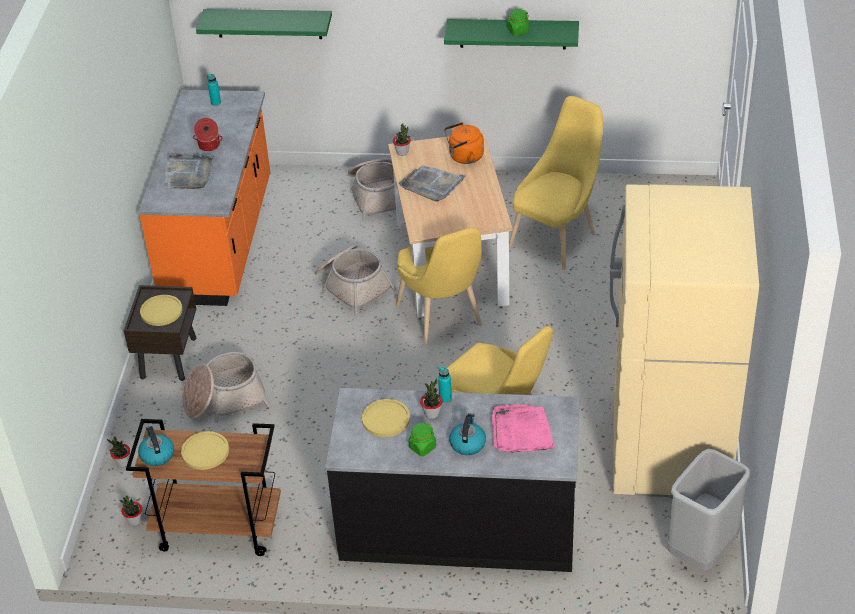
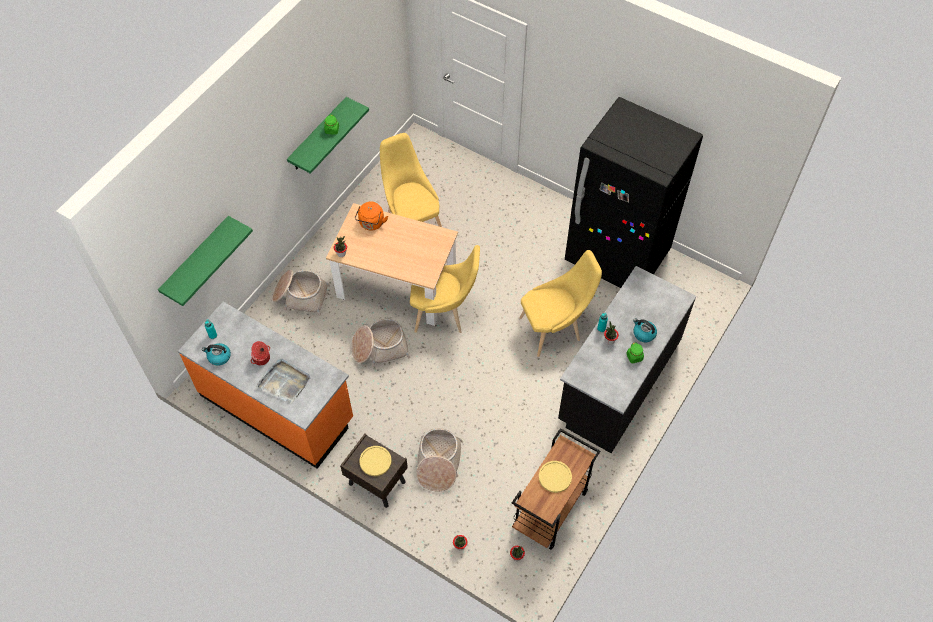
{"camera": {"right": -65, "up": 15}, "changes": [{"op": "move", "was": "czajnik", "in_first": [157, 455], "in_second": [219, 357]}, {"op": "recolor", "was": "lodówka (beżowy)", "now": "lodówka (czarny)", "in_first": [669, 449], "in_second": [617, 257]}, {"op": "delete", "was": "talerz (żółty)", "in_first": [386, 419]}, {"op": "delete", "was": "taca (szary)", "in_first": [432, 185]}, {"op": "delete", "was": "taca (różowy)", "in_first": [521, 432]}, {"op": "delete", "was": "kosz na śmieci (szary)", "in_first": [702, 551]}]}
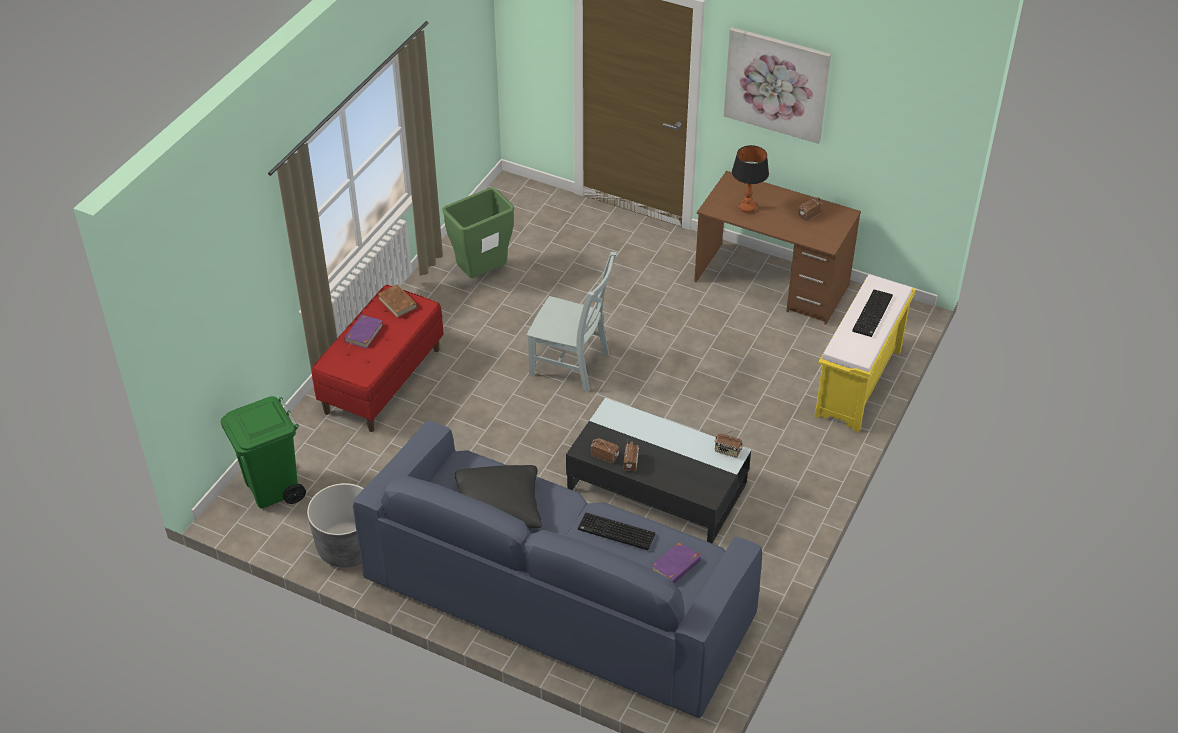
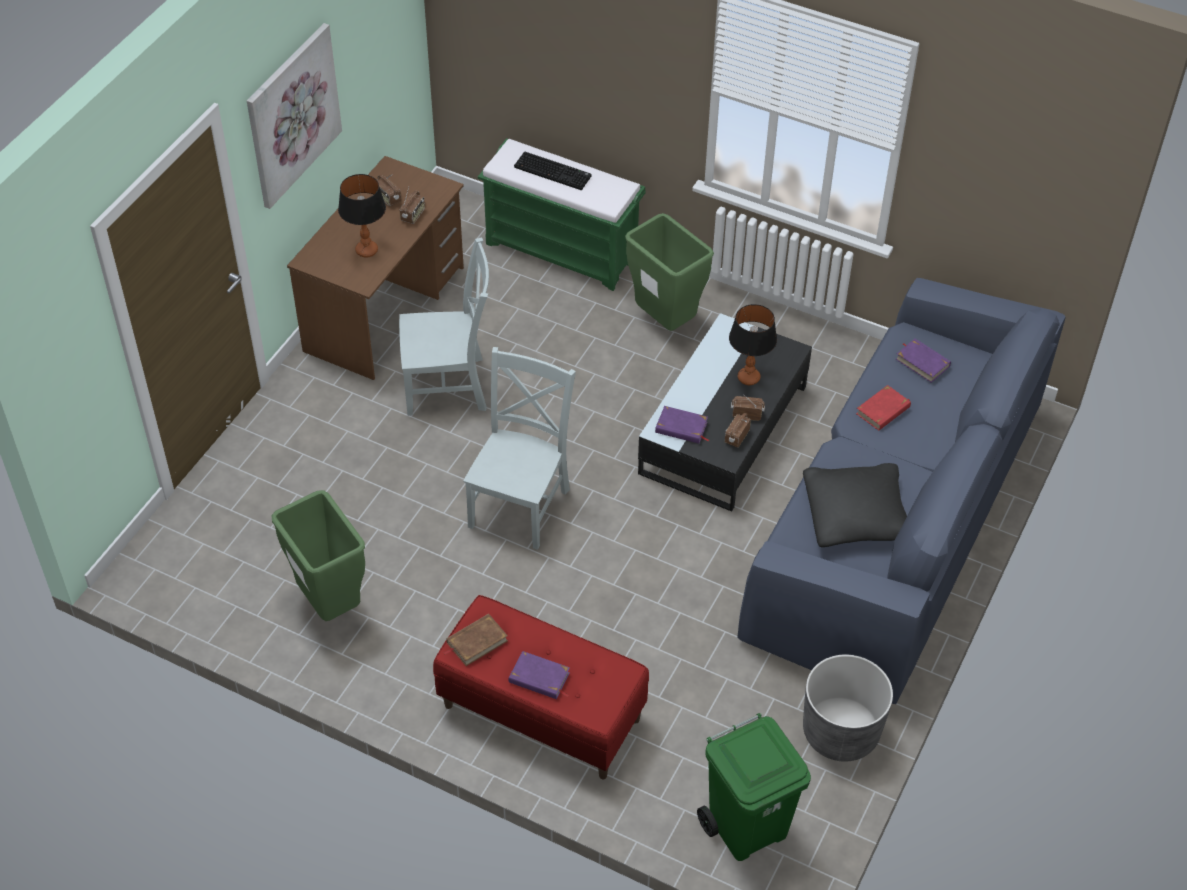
{"camera": {"right": -90, "up": 5}, "changes": [{"op": "insert", "now": "krzesło (szary)", "in_second": [450, 386]}, {"op": "move", "was": "radio", "in_first": [727, 451], "in_second": [413, 215]}, {"op": "recolor", "was": "ławka (żółty)", "now": "ławka (zielony)", "in_first": [858, 384], "in_second": [563, 251]}, {"op": "insert", "now": "kosz na śmieci (zielony)", "in_second": [665, 322]}, {"op": "insert", "now": "książka (fioletowy)", "in_second": [681, 428]}, {"op": "insert", "now": "lampa stołowa", "in_second": [748, 378]}, {"op": "replace", "was": "klawiatura", "now": "książka (czerwony)", "in_first": [615, 533], "in_second": [883, 410]}]}
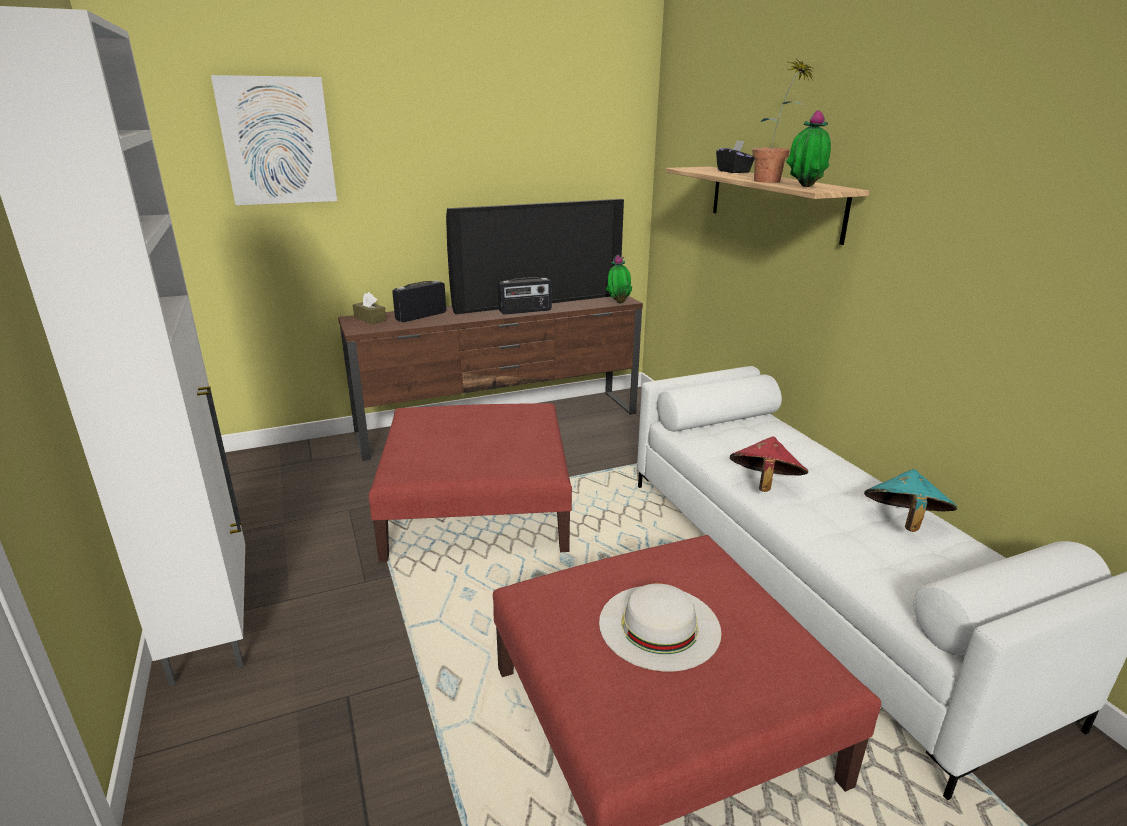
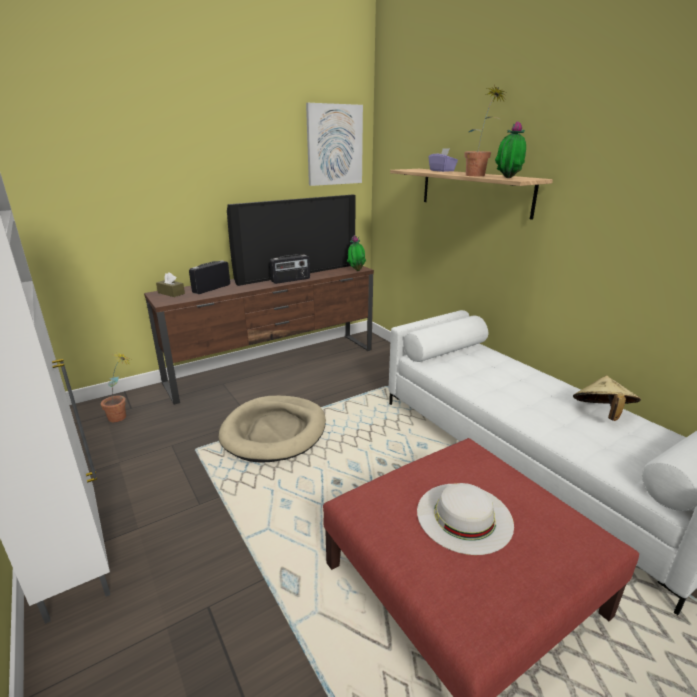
{"camera": {"right": -10, "up": 0}, "changes": [{"op": "insert", "now": "roślina doniczkowa", "in_second": [123, 417]}, {"op": "replace", "was": "pufa (czerwony)", "now": "legowisko (beżowy)", "in_first": [478, 506], "in_second": [274, 431]}, {"op": "move", "was": "obraz", "in_first": [277, 141], "in_second": [334, 145]}, {"op": "recolor", "was": "pudełko chusteczek (czarny)", "now": "pudełko chusteczek (fioletowy)", "in_first": [733, 171], "in_second": [442, 171]}, {"op": "recolor", "was": "kapelusz (turkusowy)", "now": "kapelusz (beżowy)", "in_first": [903, 522], "in_second": [601, 414]}, {"op": "delete", "was": "kapelusz (czerwony)", "in_first": [764, 485]}]}
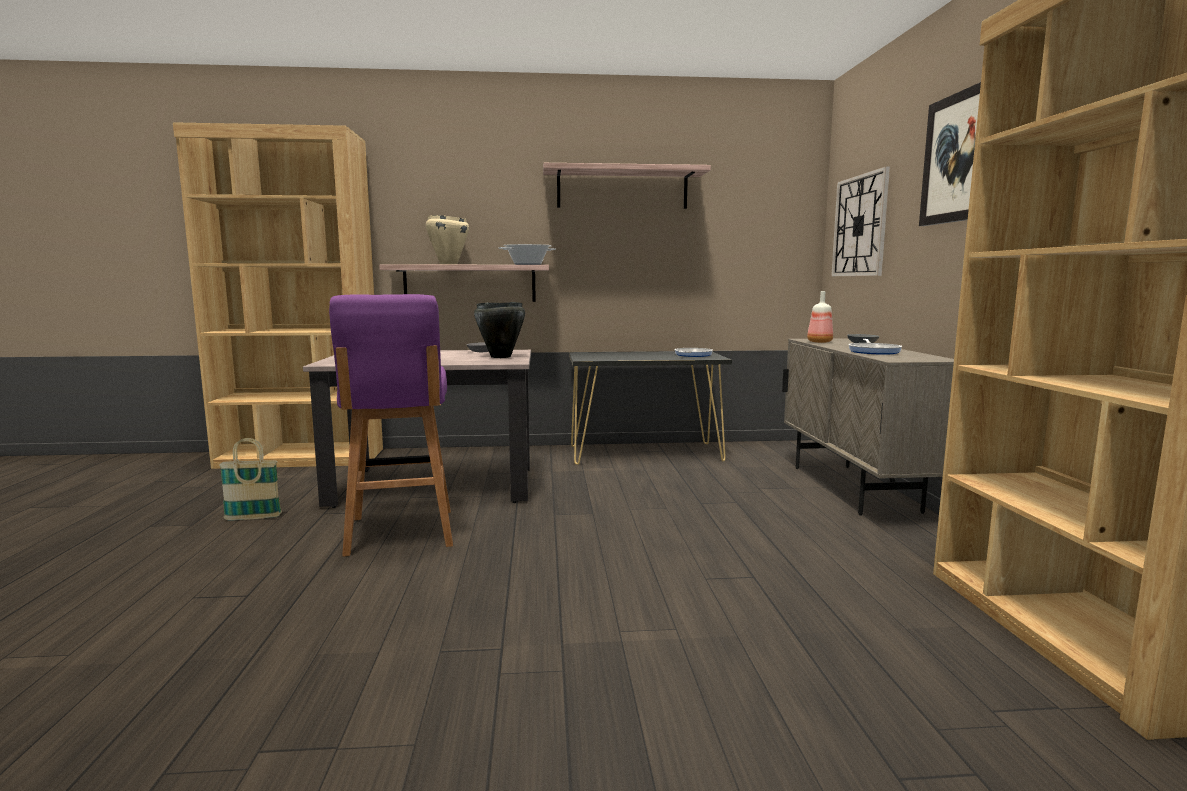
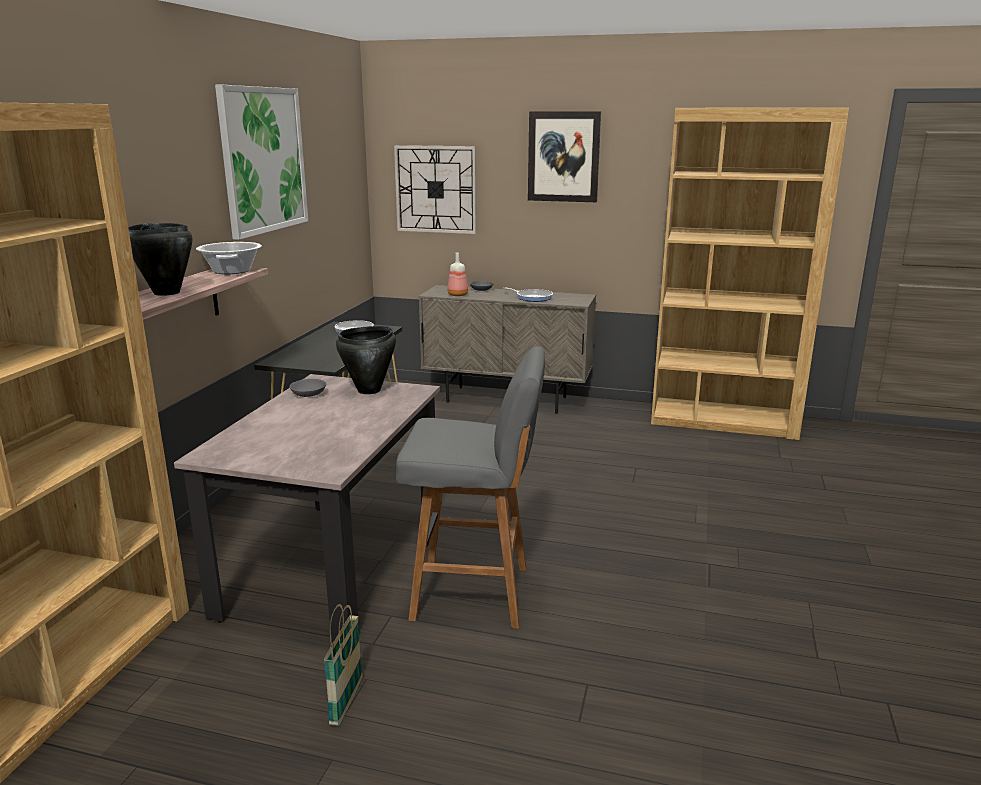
{"camera": {"right": -70, "up": 10}, "changes": [{"op": "recolor", "was": "garnek (beżowy)", "now": "garnek (czarny)", "in_first": [448, 264], "in_second": [166, 293]}, {"op": "replace", "was": "półka", "now": "obraz", "in_first": [622, 189], "in_second": [263, 160]}, {"op": "recolor", "was": "stołek (fioletowy)", "now": "stołek (szary)", "in_first": [400, 533], "in_second": [474, 593]}]}
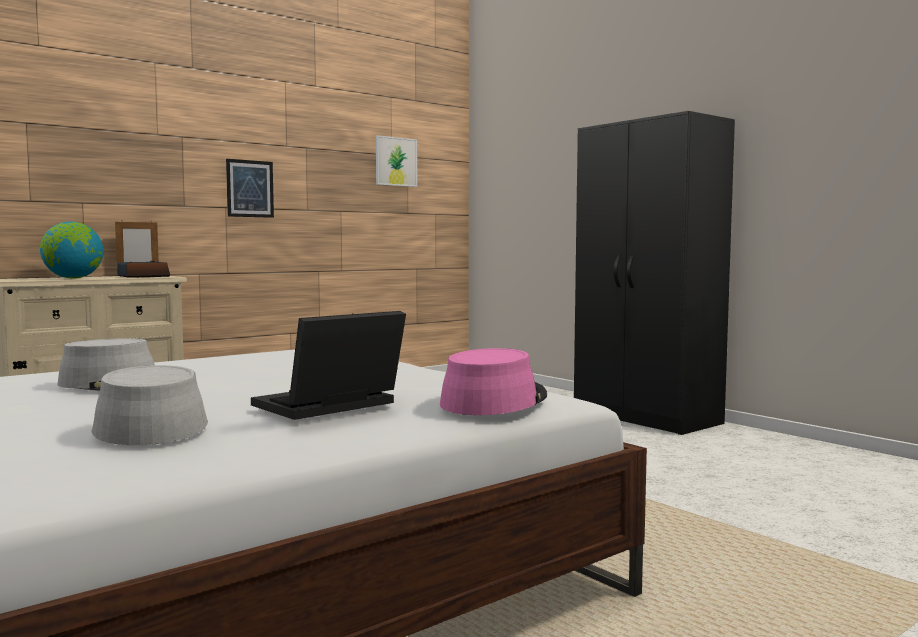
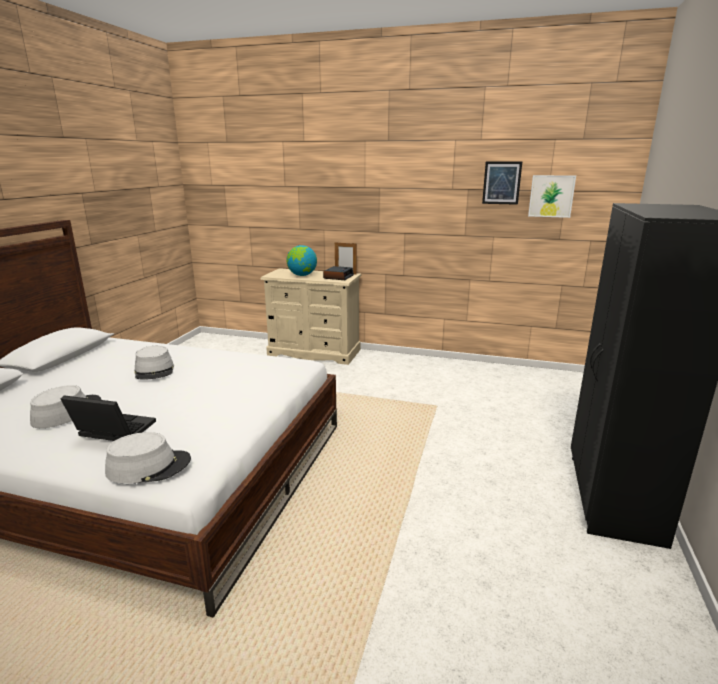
{"camera": {"right": 55, "up": 15}, "changes": [{"op": "recolor", "was": "kapelusz (różowy)", "now": "kapelusz (szary)", "in_first": [494, 400], "in_second": [149, 466]}, {"op": "move", "was": "obraz", "in_first": [250, 188], "in_second": [501, 183]}]}
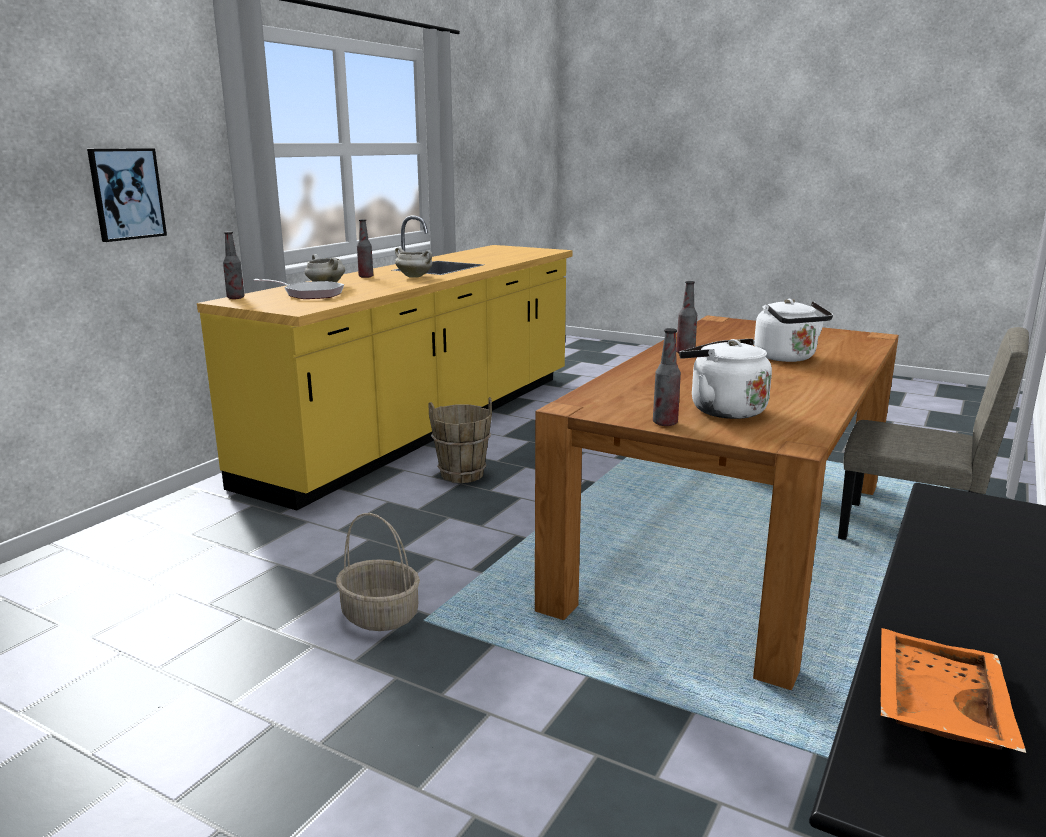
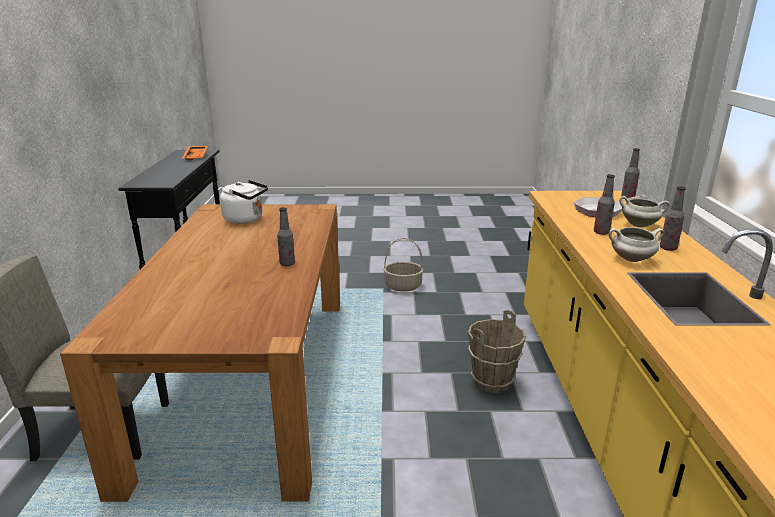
{"camera": {"right": 150, "up": 5}, "changes": [{"op": "move", "was": "butelka", "in_first": [665, 423], "in_second": [601, 232]}, {"op": "delete", "was": "obraz", "in_first": [126, 194]}, {"op": "delete", "was": "czajnik (biały)", "in_first": [787, 358]}]}
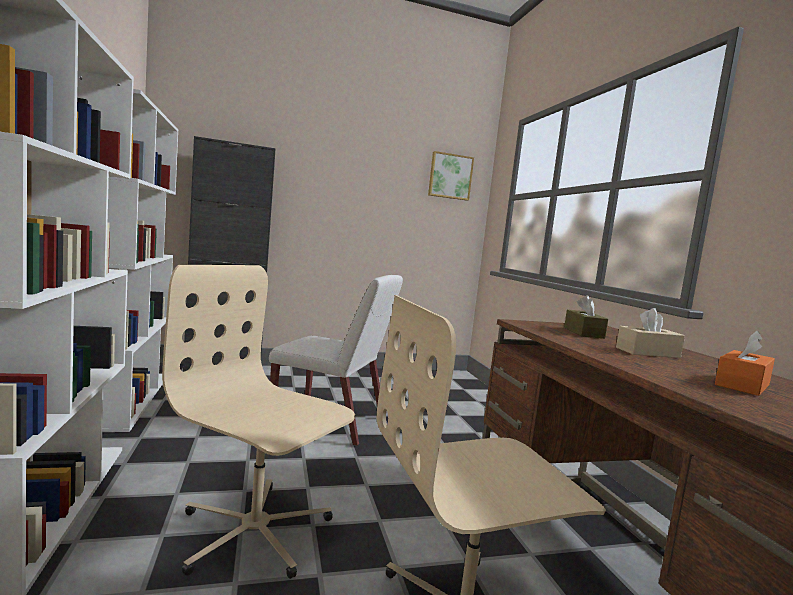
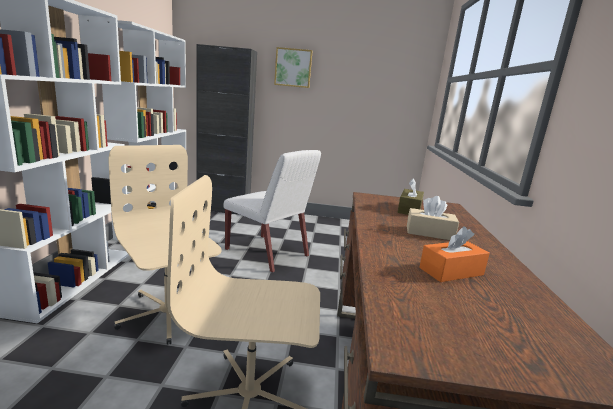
{"camera": {"right": 20, "up": 10}, "changes": [{"op": "move", "was": "obraz", "in_first": [450, 176], "in_second": [293, 68]}]}
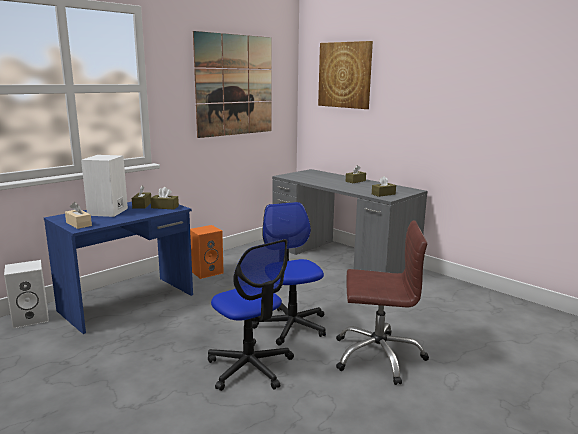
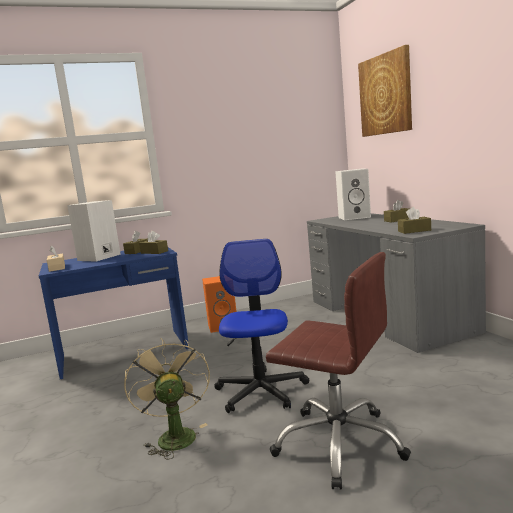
{"camera": {"right": 25, "up": -5}, "changes": [{"op": "replace", "was": "krzesło biurowe", "now": "wentylator (beżowy)", "in_first": [250, 367], "in_second": [174, 435]}, {"op": "move", "was": "głośnik (biały)", "in_first": [32, 318], "in_second": [355, 217]}, {"op": "delete", "was": "obraz", "in_first": [234, 85]}]}
